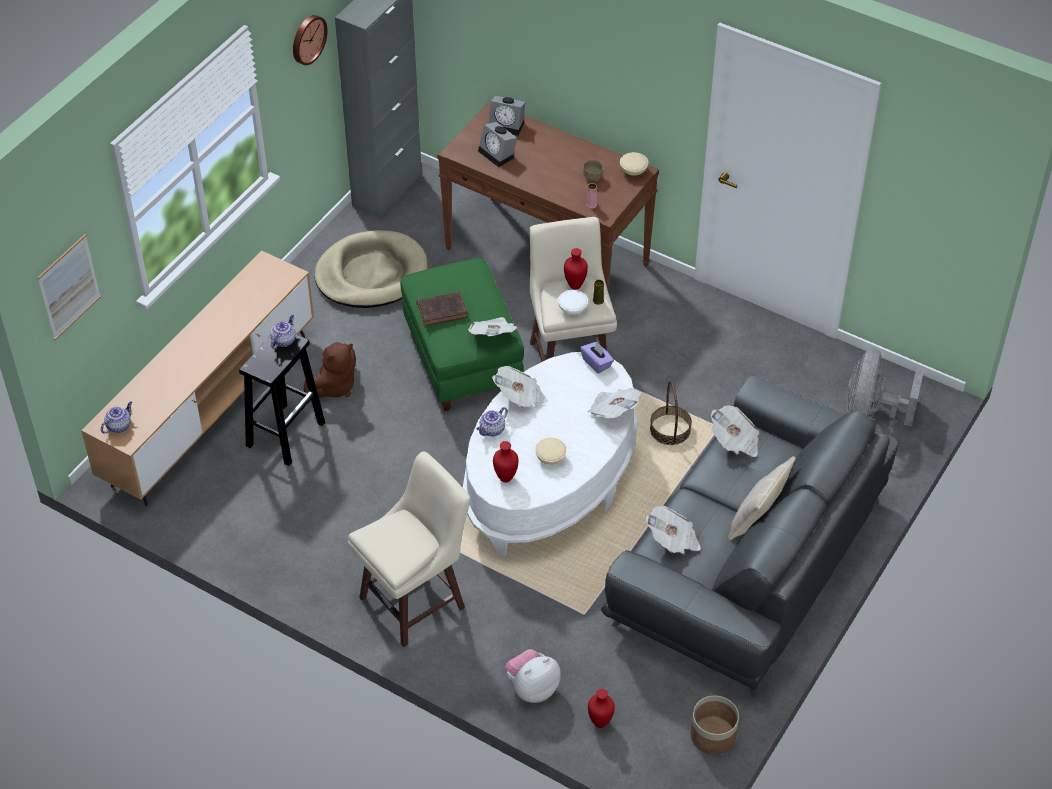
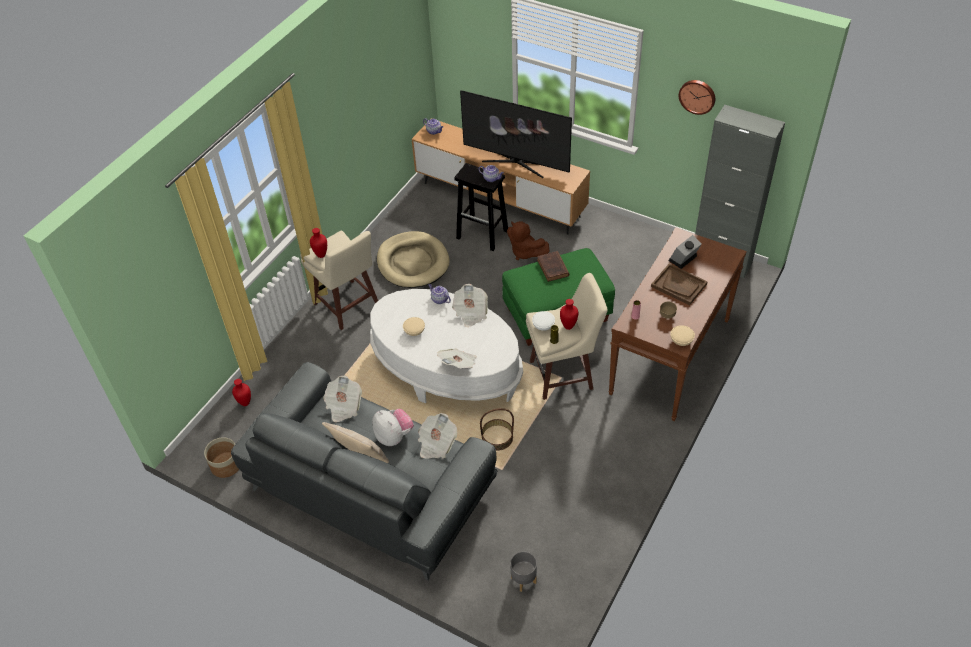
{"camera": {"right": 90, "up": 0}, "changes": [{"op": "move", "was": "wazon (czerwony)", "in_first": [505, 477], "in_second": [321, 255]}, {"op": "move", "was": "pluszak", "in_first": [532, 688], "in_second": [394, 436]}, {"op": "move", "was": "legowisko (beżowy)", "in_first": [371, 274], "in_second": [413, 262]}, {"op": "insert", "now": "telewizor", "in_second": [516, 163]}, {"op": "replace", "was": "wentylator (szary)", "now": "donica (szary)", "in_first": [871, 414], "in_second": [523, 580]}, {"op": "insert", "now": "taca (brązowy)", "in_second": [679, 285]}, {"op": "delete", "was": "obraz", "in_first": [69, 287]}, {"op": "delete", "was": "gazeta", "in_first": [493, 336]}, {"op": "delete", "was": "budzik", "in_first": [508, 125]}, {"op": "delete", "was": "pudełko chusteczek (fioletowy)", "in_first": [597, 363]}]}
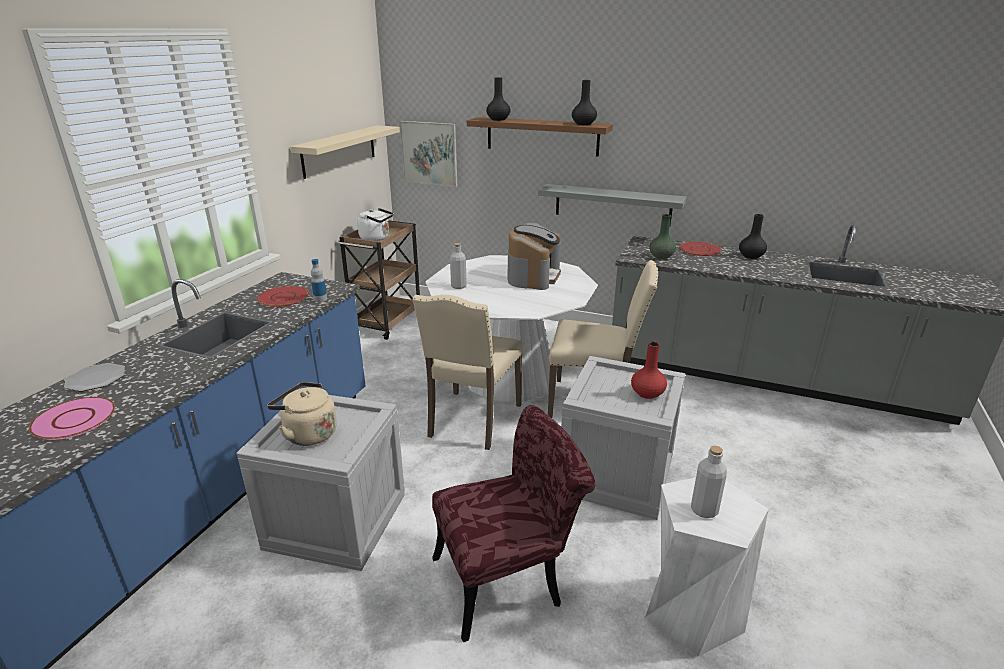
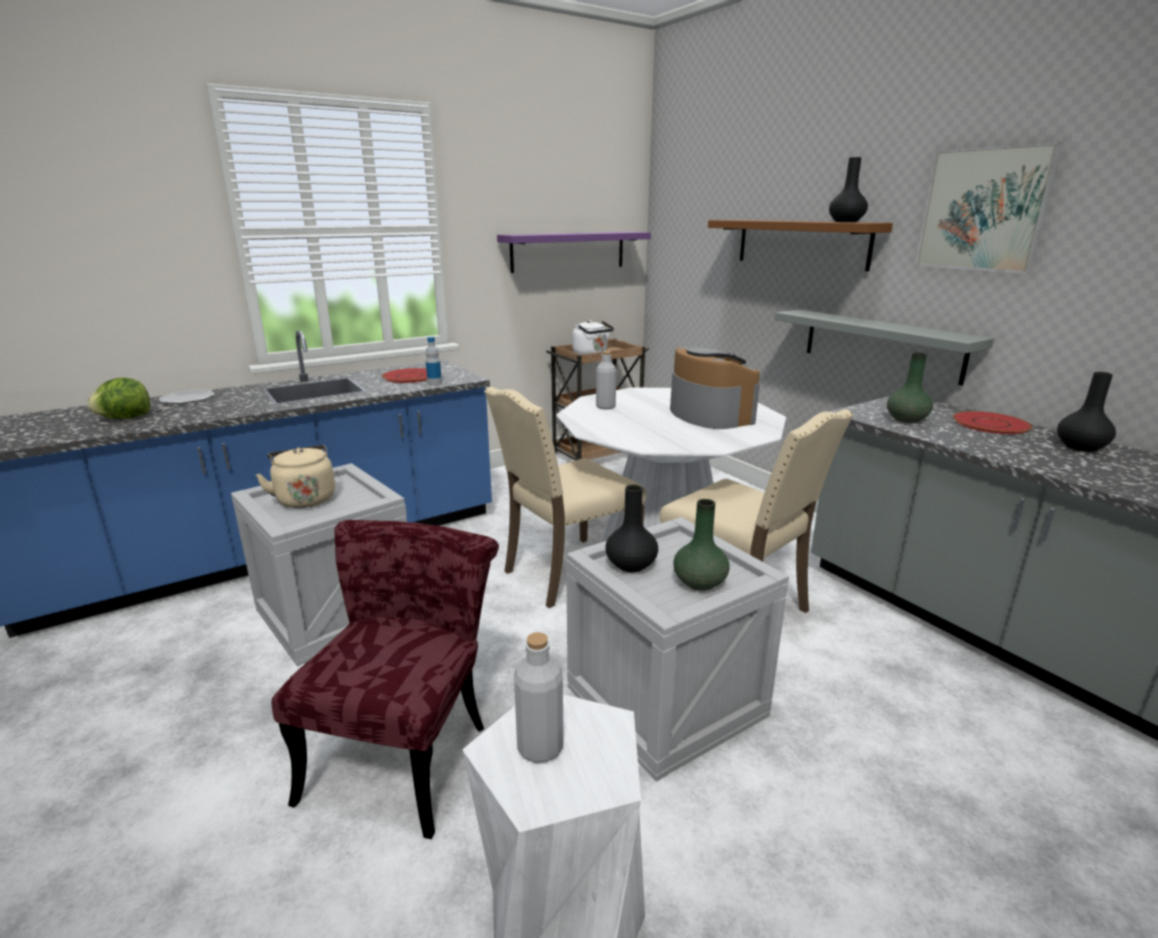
{"camera": {"right": 35, "up": -5}, "changes": [{"op": "replace", "was": "talerz (różowy)", "now": "sałata", "in_first": [75, 419], "in_second": [125, 418]}, {"op": "rotate", "was": "krzesło (czerwony)", "in_first": [509, 578], "in_second": [406, 748], "clockwise": -90}, {"op": "recolor", "was": "półka (beżowy)", "now": "półka (fioletowy)", "in_first": [339, 151], "in_second": [568, 251]}, {"op": "move", "was": "wazon (czarny)", "in_first": [498, 119], "in_second": [631, 565]}, {"op": "rotate", "was": "ekspres do kawy", "in_first": [533, 276], "in_second": [708, 414], "clockwise": -75}, {"op": "recolor", "was": "wazon (czerwony)", "now": "wazon (zielony)", "in_first": [647, 393], "in_second": [700, 583]}, {"op": "move", "was": "obraz", "in_first": [429, 153], "in_second": [983, 210]}]}
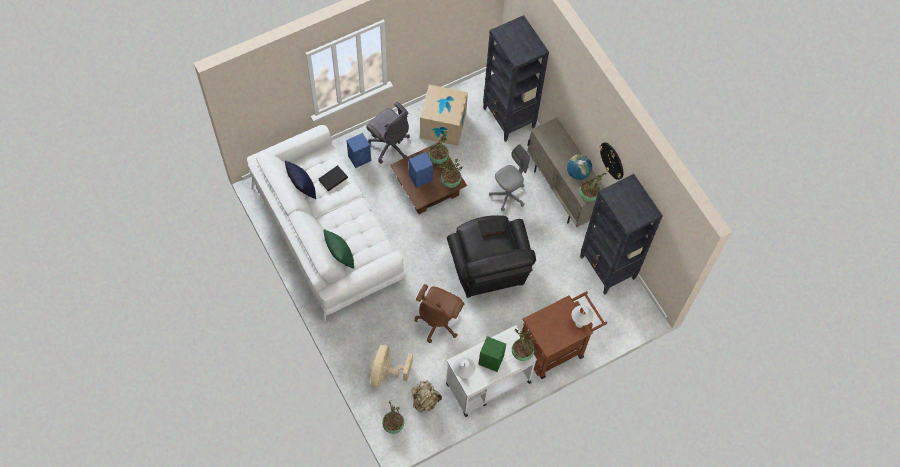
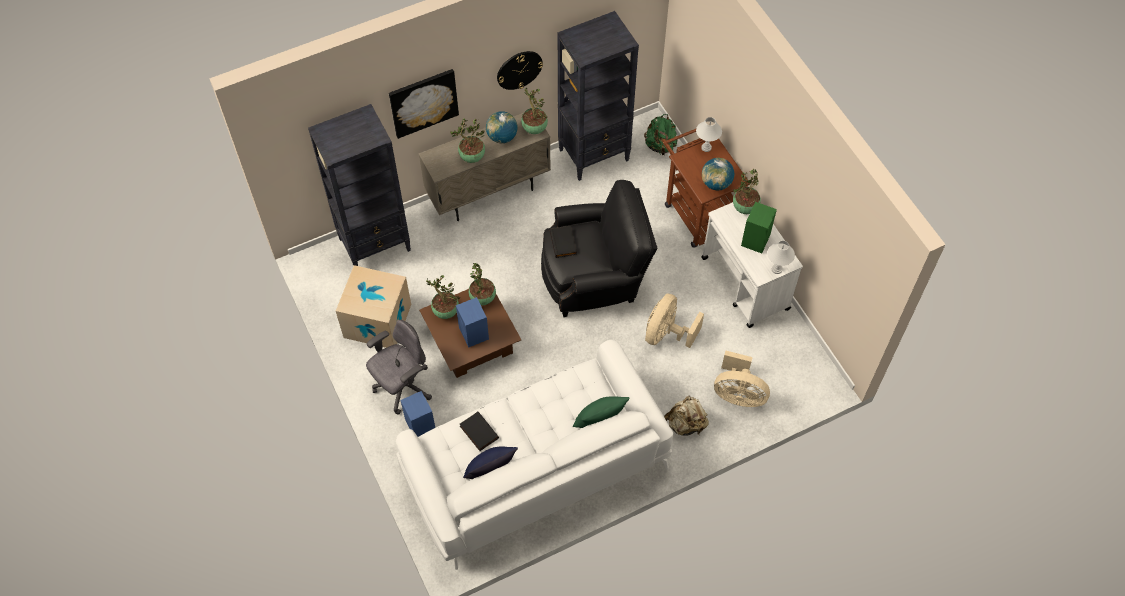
{"camera": {"right": -85, "up": -5}, "changes": [{"op": "insert", "now": "obraz", "in_second": [423, 102]}, {"op": "move", "was": "roślina doniczkowa", "in_first": [393, 425], "in_second": [471, 157]}, {"op": "insert", "now": "plecak (zielony)", "in_second": [660, 146]}, {"op": "replace", "was": "krzesło biurowe (brązowy)", "now": "wentylator (beżowy)", "in_first": [438, 322], "in_second": [666, 334]}, {"op": "move", "was": "plecak (beżowy)", "in_first": [425, 400], "in_second": [685, 424]}, {"op": "insert", "now": "globus", "in_second": [716, 183]}, {"op": "delete", "was": "krzesło biurowe (szary)", "in_first": [508, 195]}]}
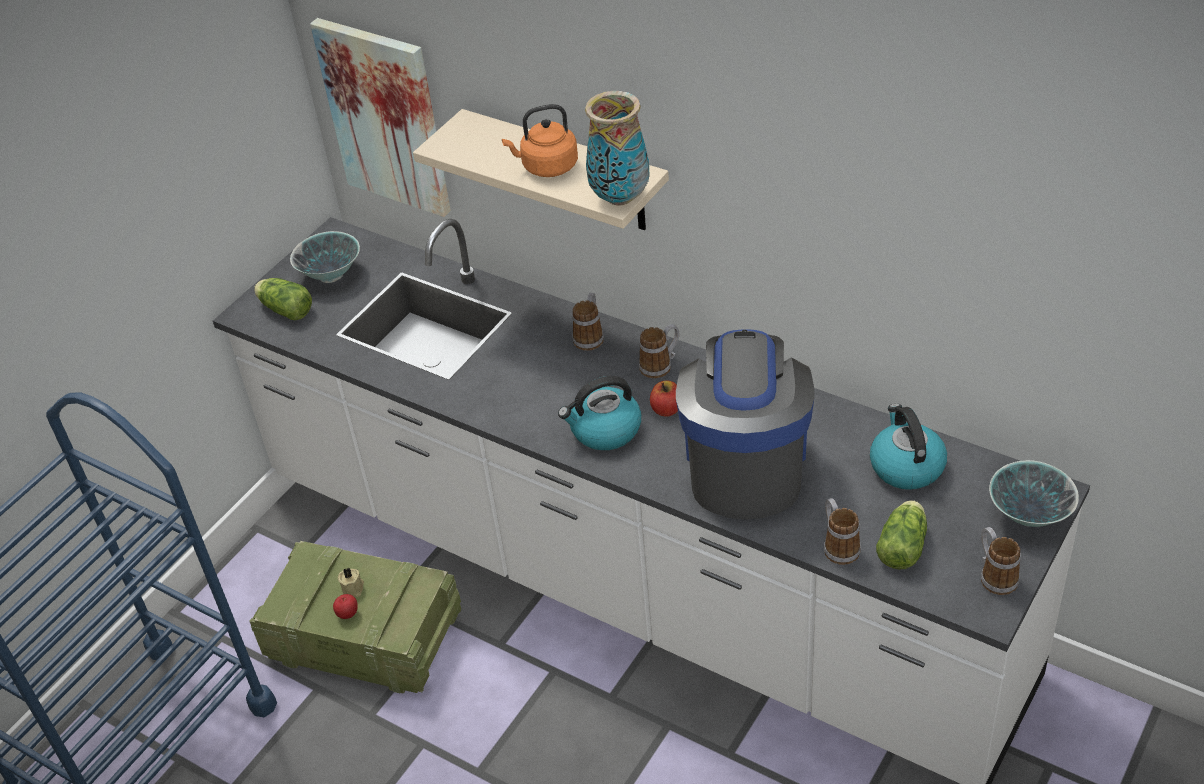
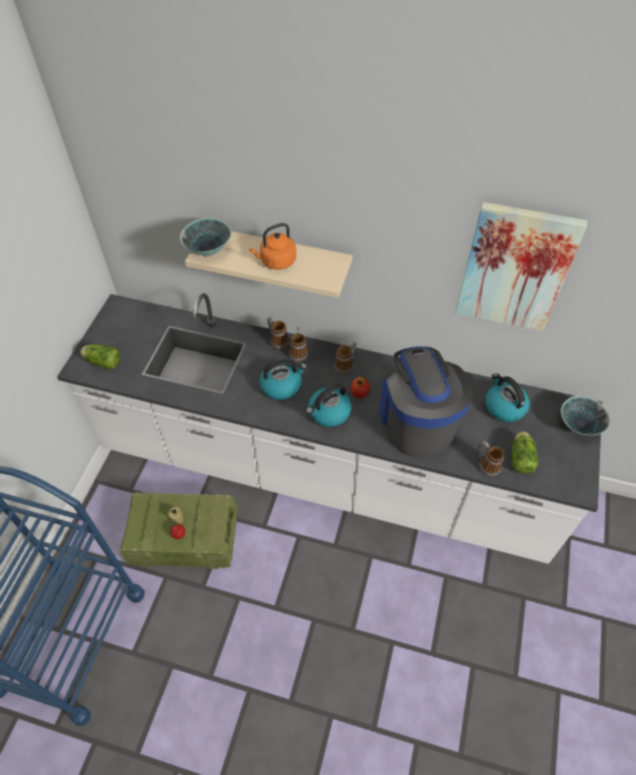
{"camera": {"right": -20, "up": 10}, "changes": [{"op": "move", "was": "miska", "in_first": [331, 275], "in_second": [209, 250]}, {"op": "insert", "now": "czajnik", "in_second": [282, 386]}, {"op": "move", "was": "kubek", "in_first": [994, 575], "in_second": [277, 340]}, {"op": "move", "was": "obraz", "in_first": [385, 116], "in_second": [515, 268]}, {"op": "delete", "was": "wazon", "in_first": [619, 197]}]}
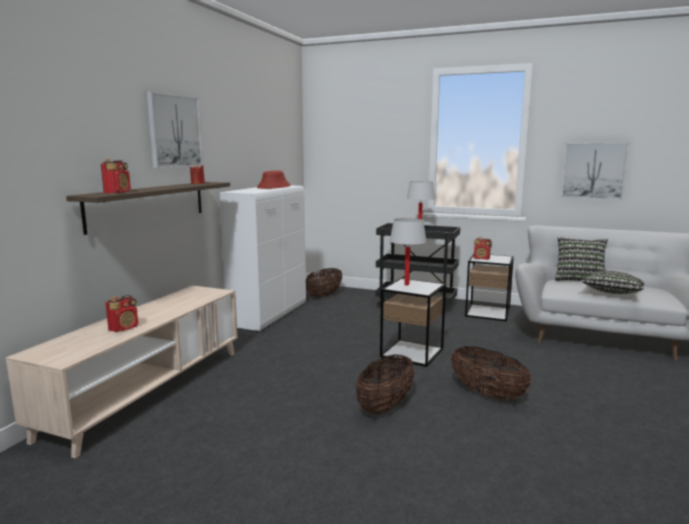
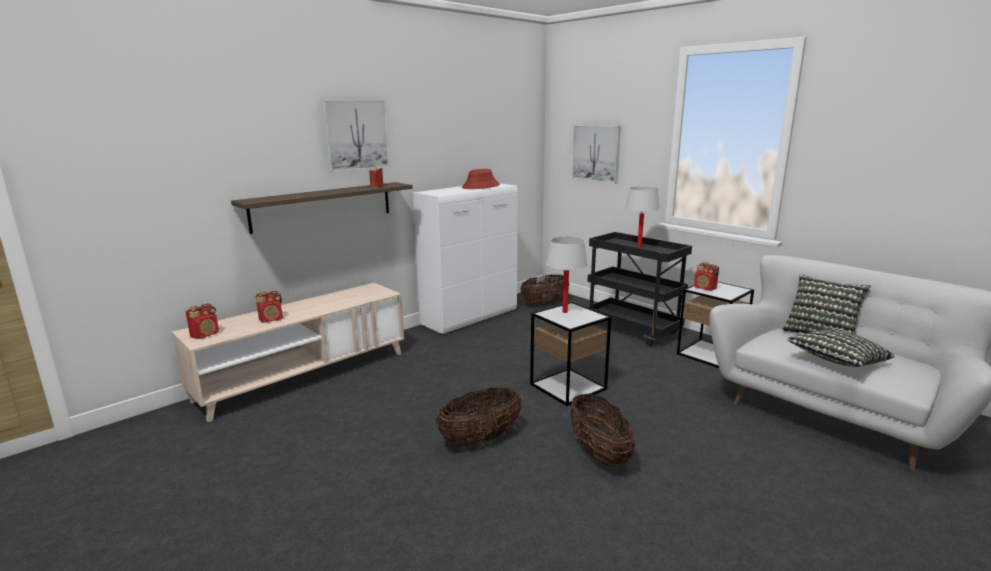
{"camera": {"right": 25, "up": 5}, "changes": [{"op": "move", "was": "radio", "in_first": [117, 192], "in_second": [205, 335]}, {"op": "move", "was": "obraz", "in_first": [593, 171], "in_second": [596, 153]}]}
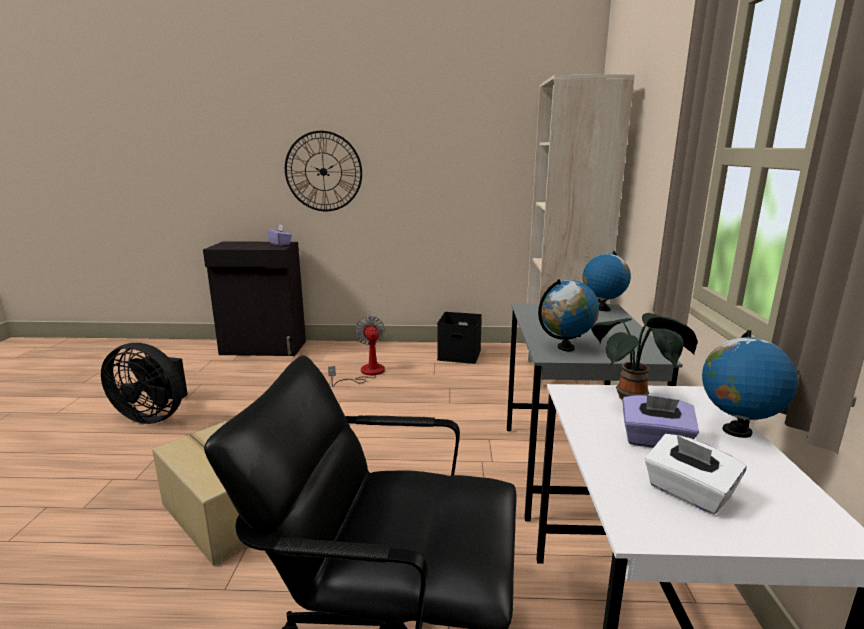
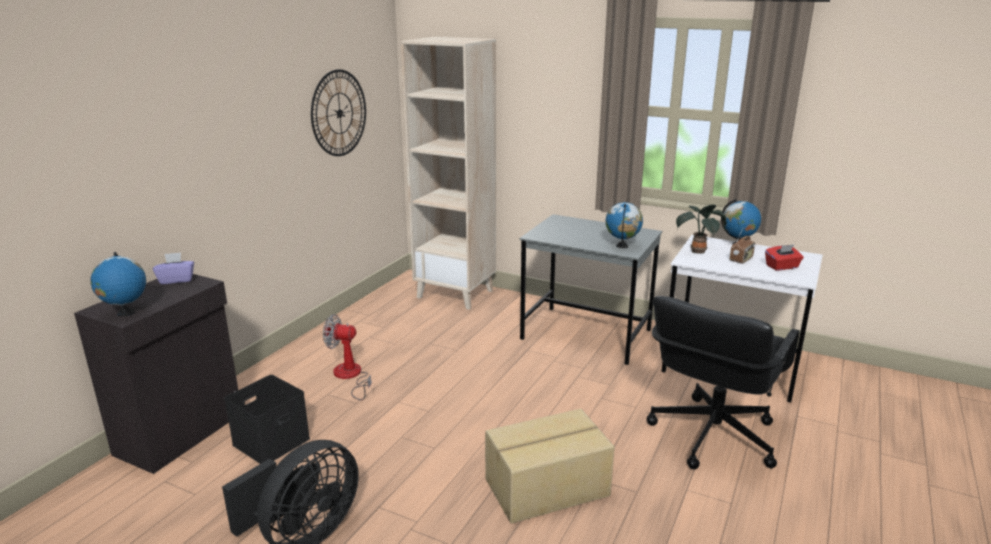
{"camera": {"right": -65, "up": 5}, "changes": [{"op": "move", "was": "globus", "in_first": [602, 309], "in_second": [126, 313]}, {"op": "move", "was": "pojemnik do przechowywania (czarny)", "in_first": [460, 354], "in_second": [271, 440]}, {"op": "move", "was": "zegar ścienny", "in_first": [323, 171], "in_second": [339, 113]}, {"op": "replace", "was": "pudełko chusteczek (fioletowy)", "now": "radio", "in_first": [655, 441], "in_second": [741, 260]}, {"op": "recolor", "was": "pudełko chusteczek (biały)", "now": "pudełko chusteczek (czerwony)", "in_first": [688, 493], "in_second": [782, 267]}]}
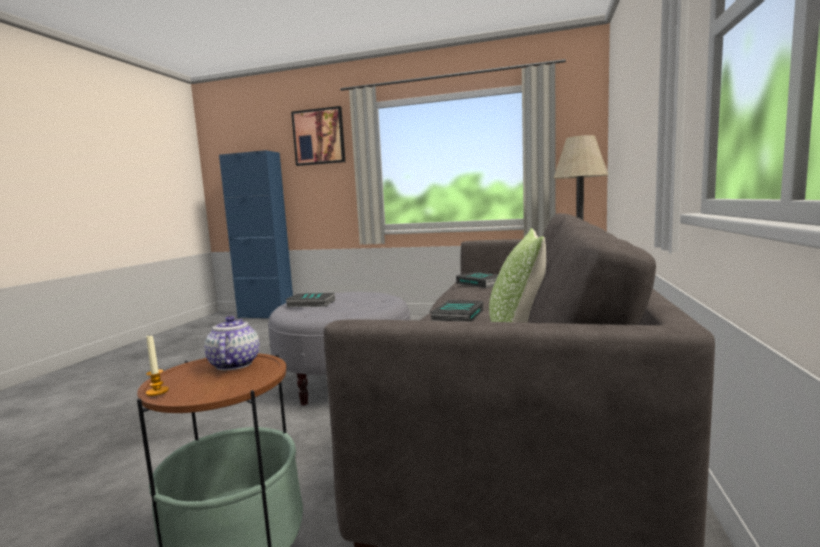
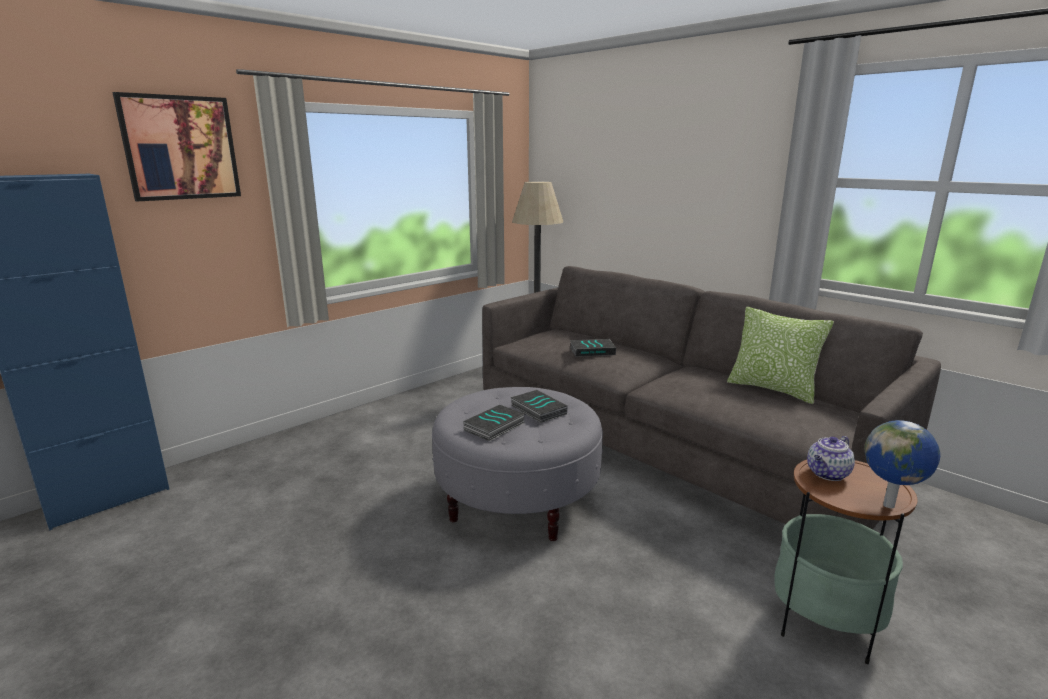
{"camera": {"right": -60, "up": 10}, "changes": [{"op": "move", "was": "książka", "in_first": [457, 316], "in_second": [537, 410]}, {"op": "rotate", "was": "imbryk", "in_first": [234, 364], "in_second": [827, 474], "clockwise": -60}, {"op": "replace", "was": "świeca", "now": "globus", "in_first": [157, 392], "in_second": [890, 506]}]}
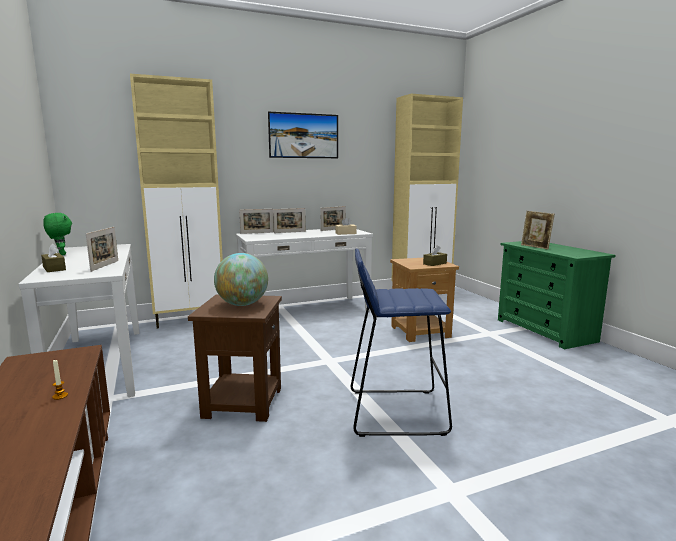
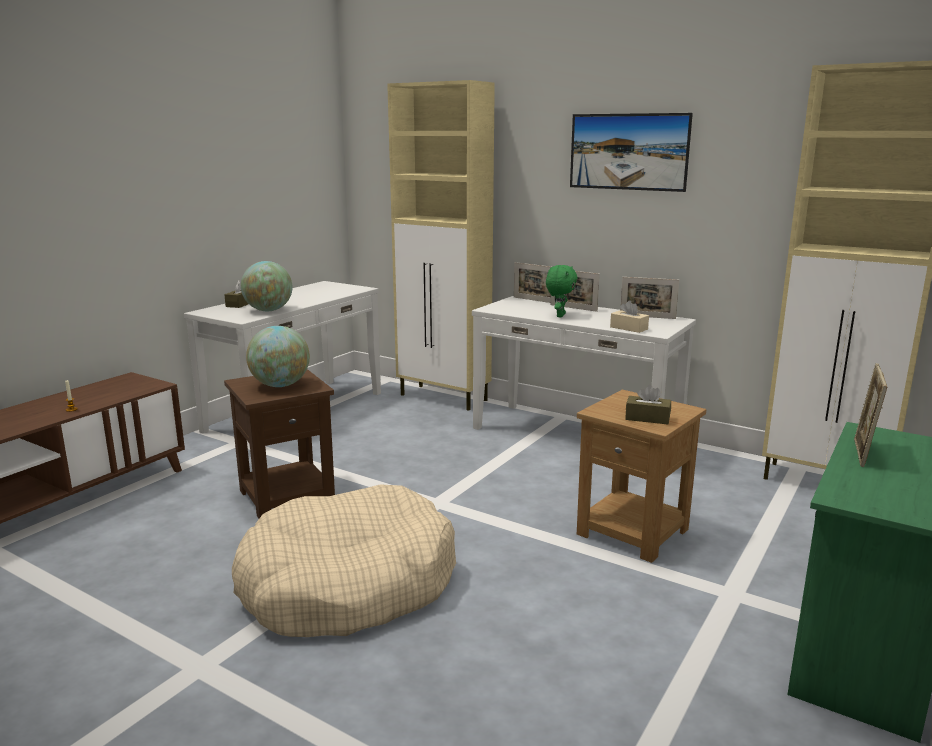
{"camera": {"right": 55, "up": 5}, "changes": [{"op": "replace", "was": "stołek (niebieski)", "now": "legowisko (beżowy)", "in_first": [395, 411], "in_second": [347, 584]}, {"op": "replace", "was": "ramka na zdjęcie", "now": "globus", "in_first": [105, 266], "in_second": [268, 310]}, {"op": "move", "was": "pluszak (zielony)", "in_first": [61, 254], "in_second": [559, 315]}]}
